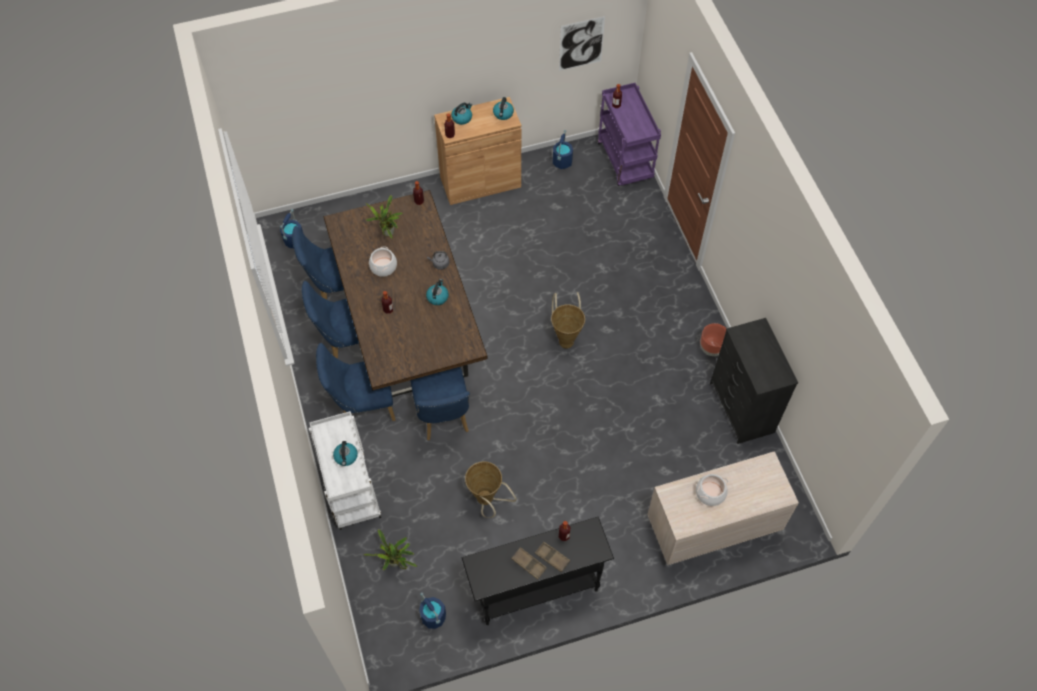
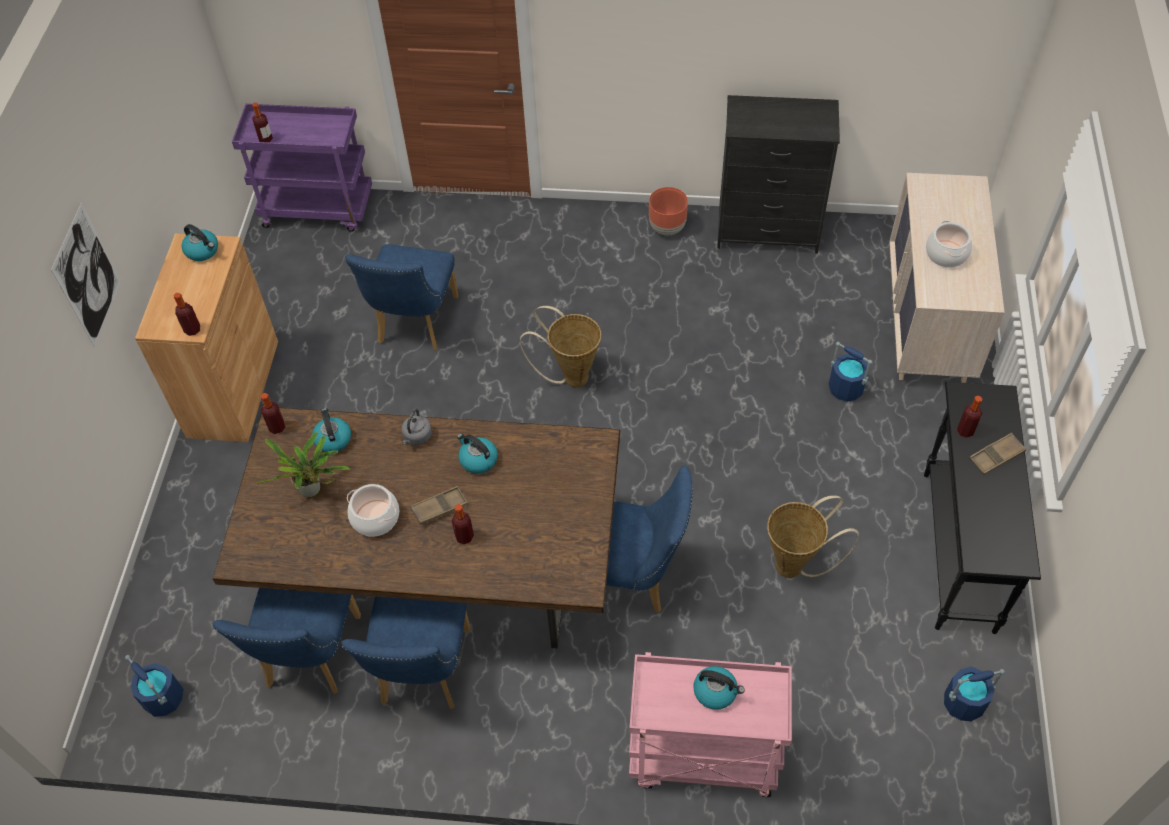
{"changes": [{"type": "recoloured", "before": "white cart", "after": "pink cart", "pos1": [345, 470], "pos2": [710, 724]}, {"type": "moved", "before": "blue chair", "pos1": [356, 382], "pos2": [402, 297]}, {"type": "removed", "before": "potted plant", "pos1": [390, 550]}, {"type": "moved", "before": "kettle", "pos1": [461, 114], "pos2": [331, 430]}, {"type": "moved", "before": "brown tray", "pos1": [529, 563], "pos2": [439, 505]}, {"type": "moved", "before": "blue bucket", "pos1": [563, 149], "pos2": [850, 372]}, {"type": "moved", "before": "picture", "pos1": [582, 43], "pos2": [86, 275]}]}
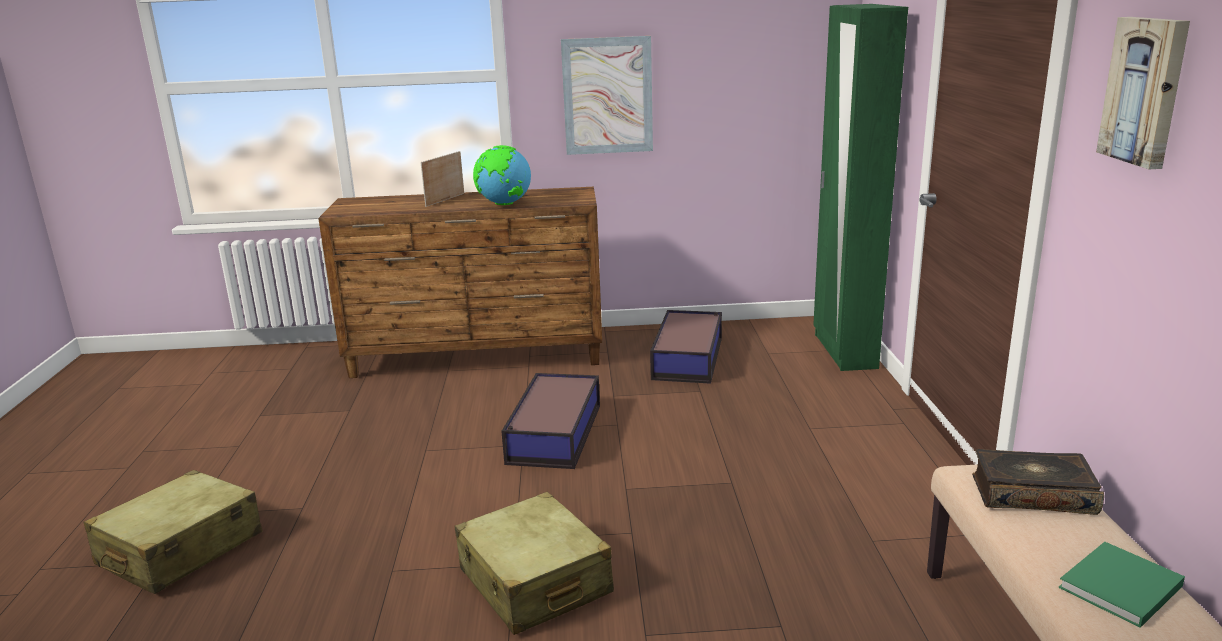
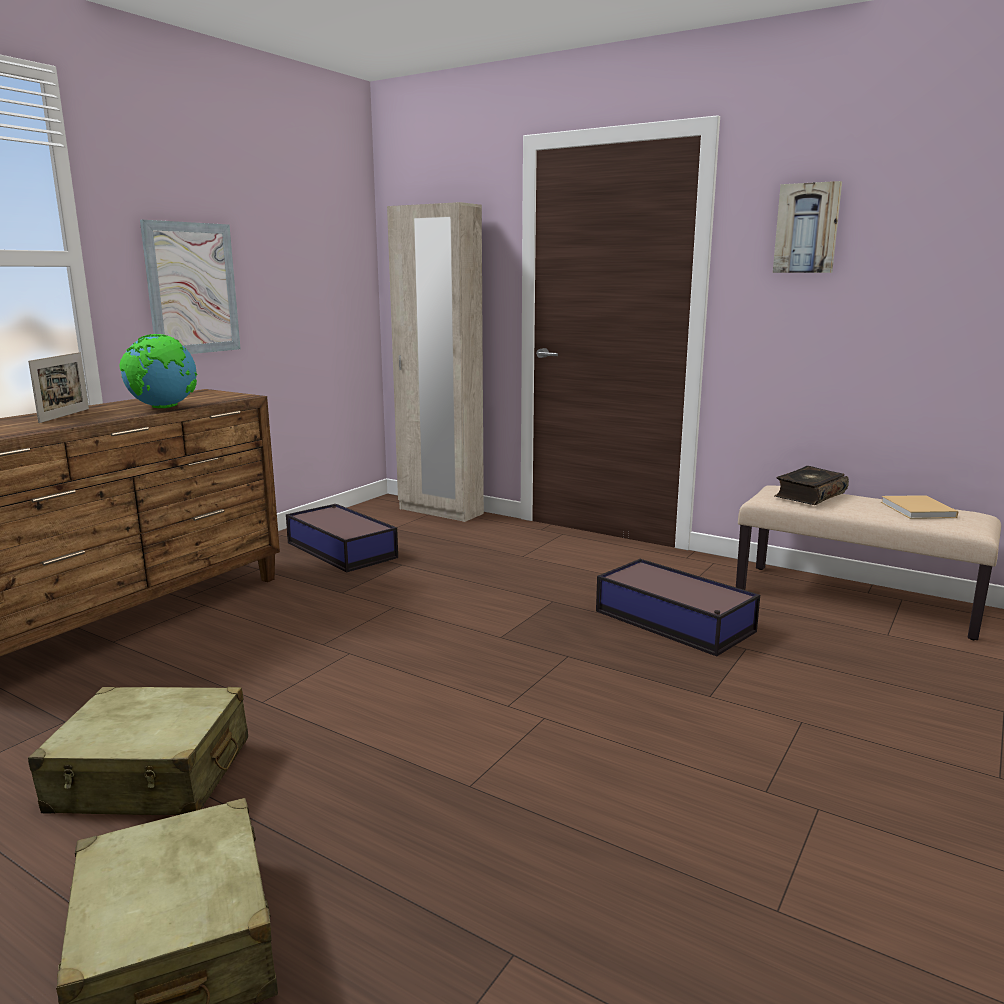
{"changes": [{"type": "turned", "before": "picture frame", "pos1": [442, 179], "pos2": [58, 387], "turn": -150}, {"type": "moved", "before": "beige suitcase", "pos1": [534, 563], "pos2": [138, 751]}, {"type": "moved", "before": "storage box", "pos1": [550, 421], "pos2": [678, 608]}, {"type": "recoloured", "before": "green wardrobe", "after": "beige wardrobe", "pos1": [860, 187], "pos2": [435, 362]}, {"type": "recoloured", "before": "green book", "after": "beige book", "pos1": [1121, 585], "pos2": [919, 507]}]}
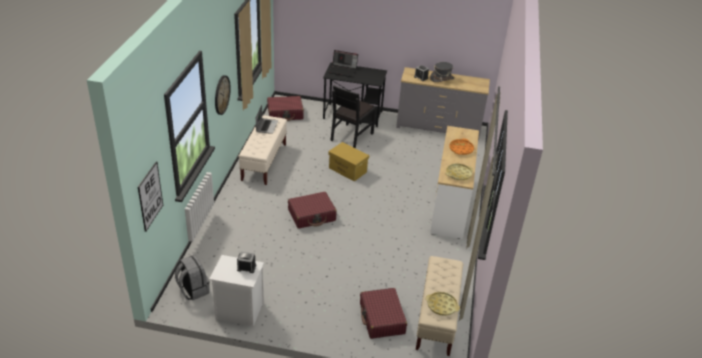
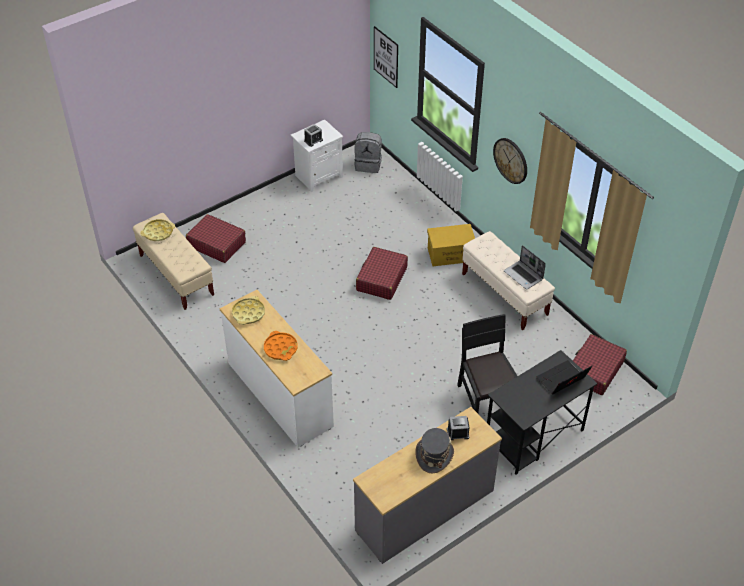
{"changes": [{"type": "moved", "before": "yellow storage box", "pos1": [348, 162], "pos2": [451, 245]}]}
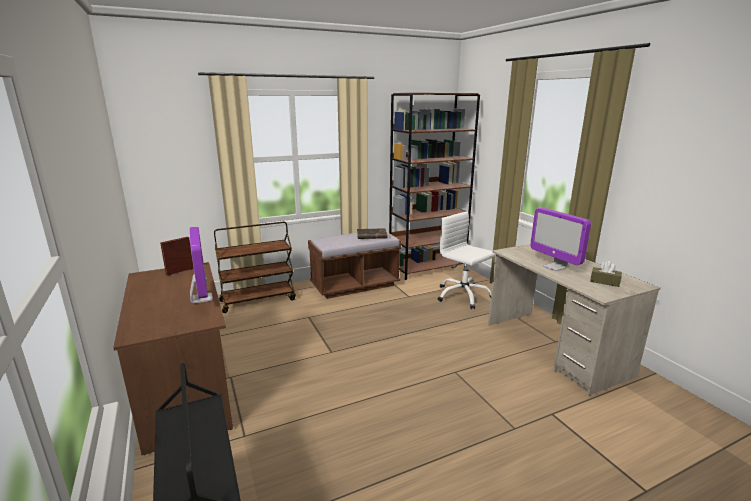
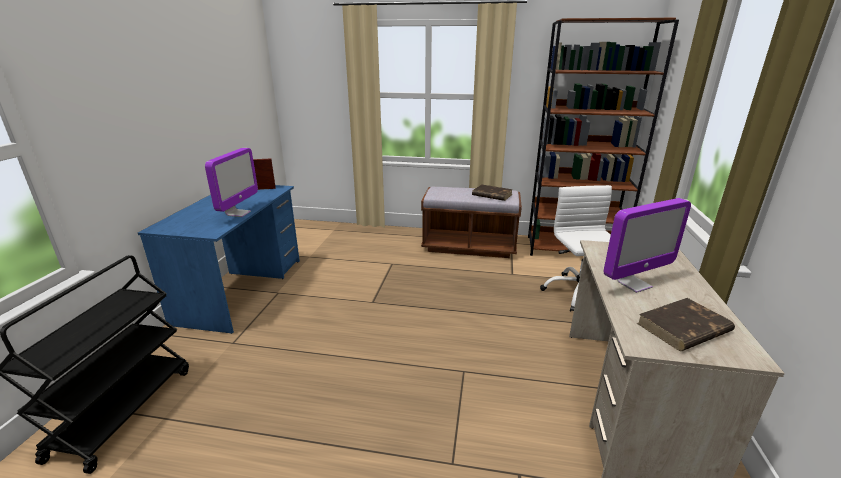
{"changes": [{"type": "recoloured", "before": "brown desk", "after": "blue desk", "pos1": [173, 358], "pos2": [219, 259]}, {"type": "removed", "before": "brown cart", "pos1": [255, 267]}, {"type": "turned", "before": "monitor", "pos1": [560, 239], "pos2": [647, 245], "turn": -120}, {"type": "replaced", "before": "brown tissue box", "after": "brown book", "pos1": [606, 274], "pos2": [686, 324]}]}
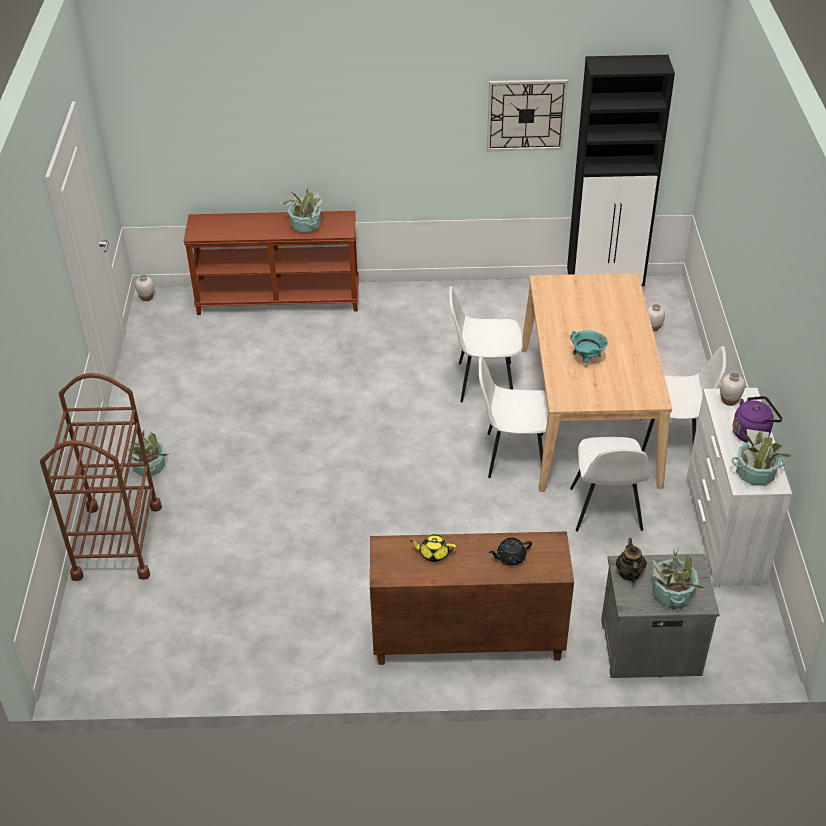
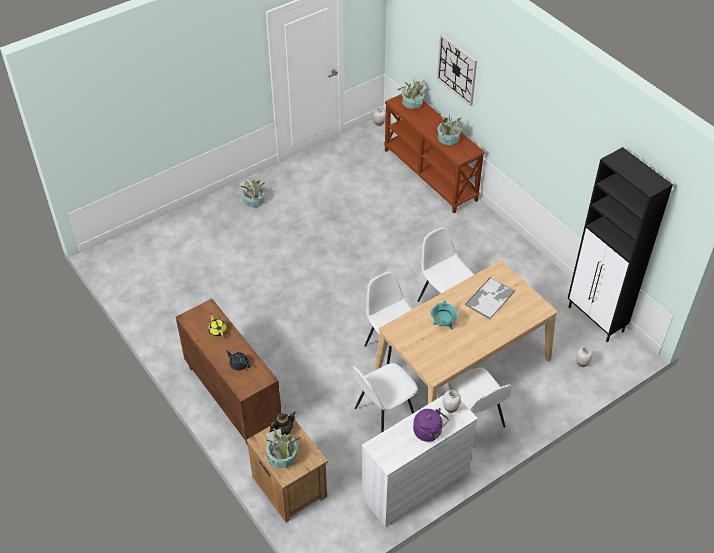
{"changes": [{"type": "removed", "before": "brown cart", "pos1": [101, 477]}, {"type": "moved", "before": "wall clock", "pos1": [527, 115], "pos2": [457, 70]}, {"type": "recoloured", "before": "grey nightstand", "after": "brown nightstand", "pos1": [660, 616], "pos2": [287, 468]}, {"type": "moved", "before": "potted plant", "pos1": [761, 457], "pos2": [411, 94]}, {"type": "added", "after": "tray", "pos2": [490, 298]}]}
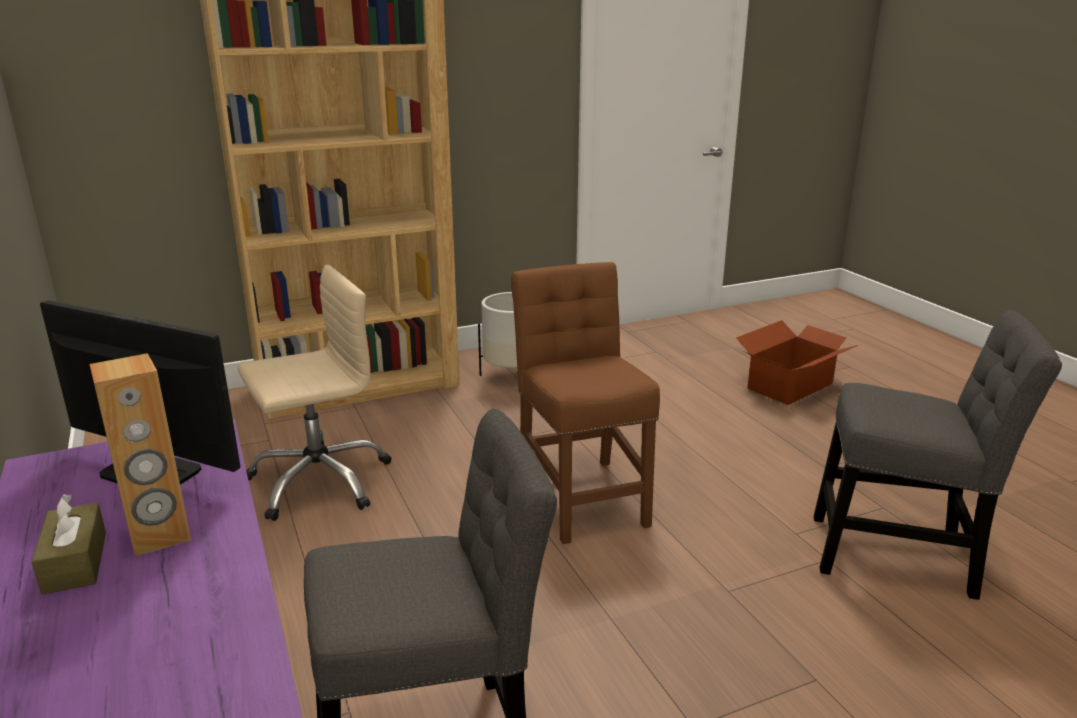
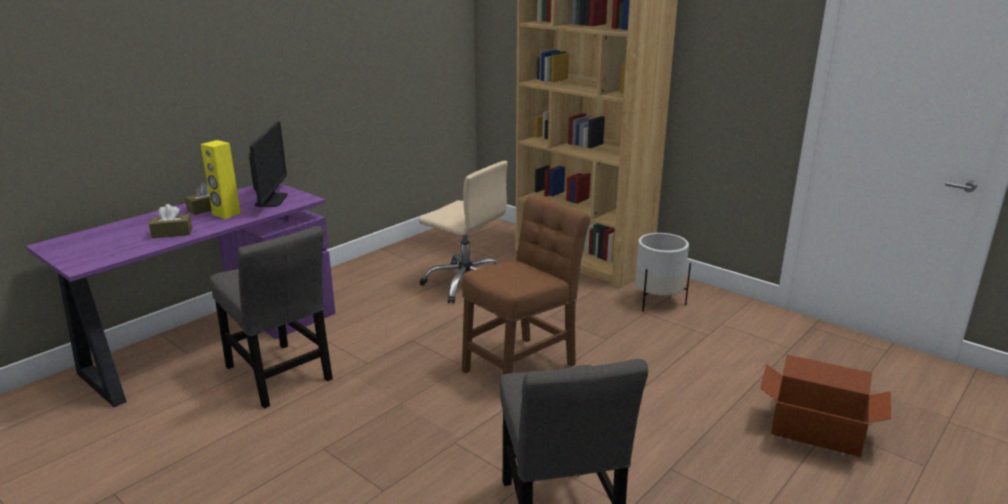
{"changes": [{"type": "recoloured", "before": "brown speaker", "after": "yellow speaker", "pos1": [140, 455], "pos2": [221, 179]}, {"type": "added", "after": "brown tissue box", "pos2": [170, 221]}]}
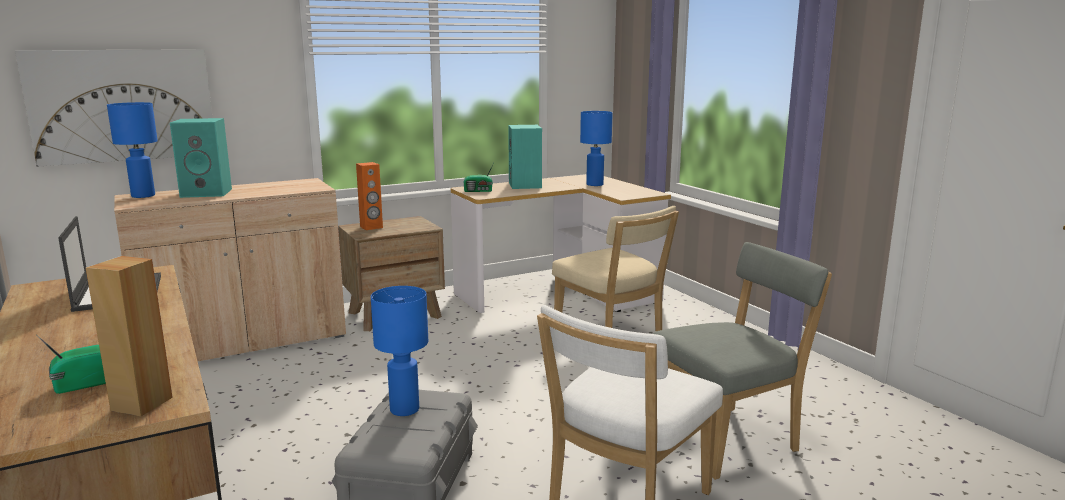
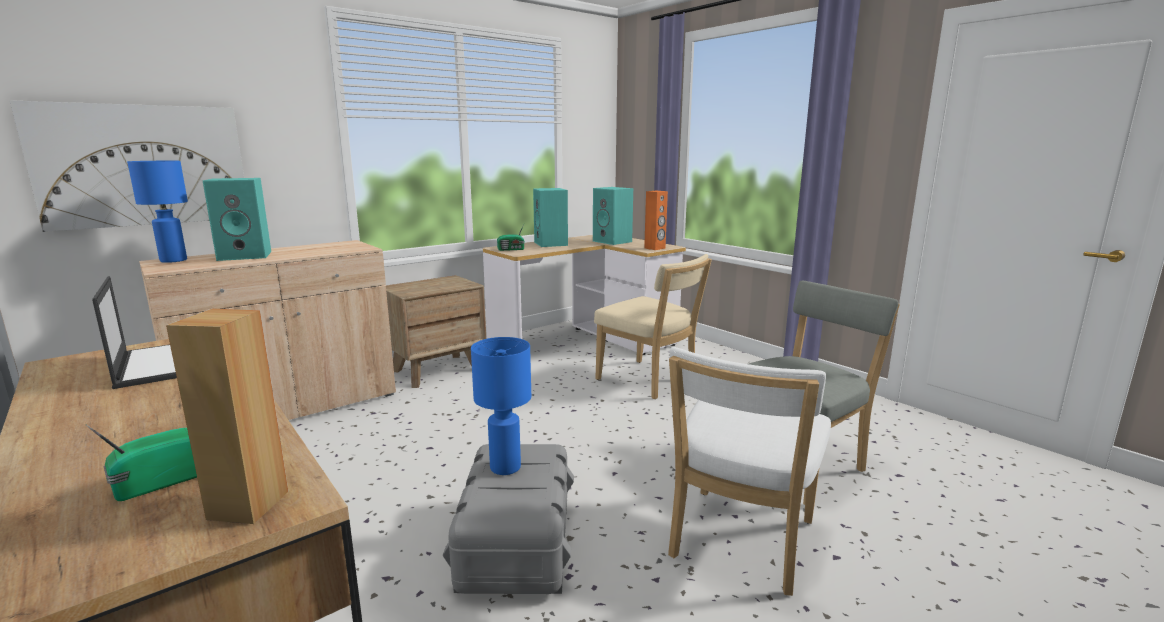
{"changes": [{"type": "moved", "before": "orange speaker", "pos1": [369, 196], "pos2": [656, 220]}, {"type": "replaced", "before": "blue table lamp", "after": "turquoise speaker", "pos1": [596, 148], "pos2": [613, 216]}]}
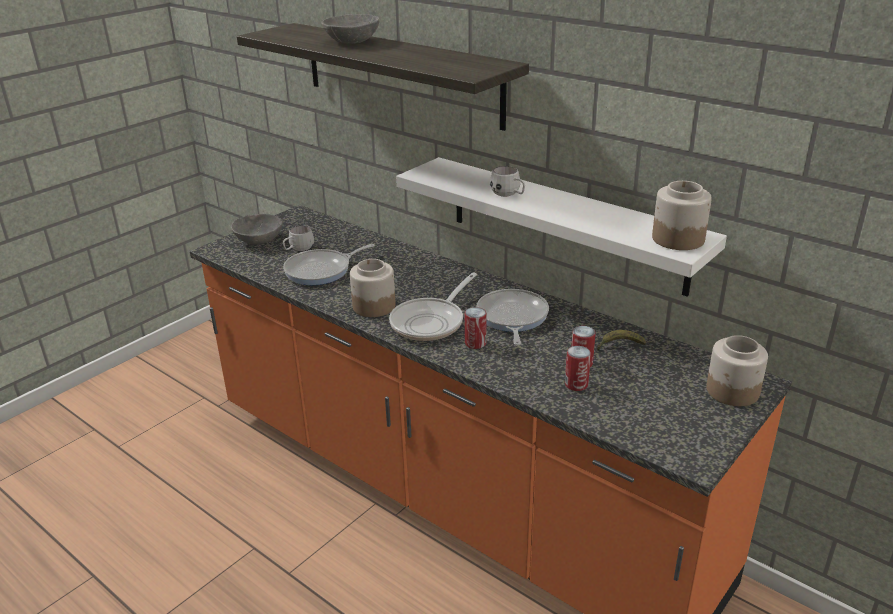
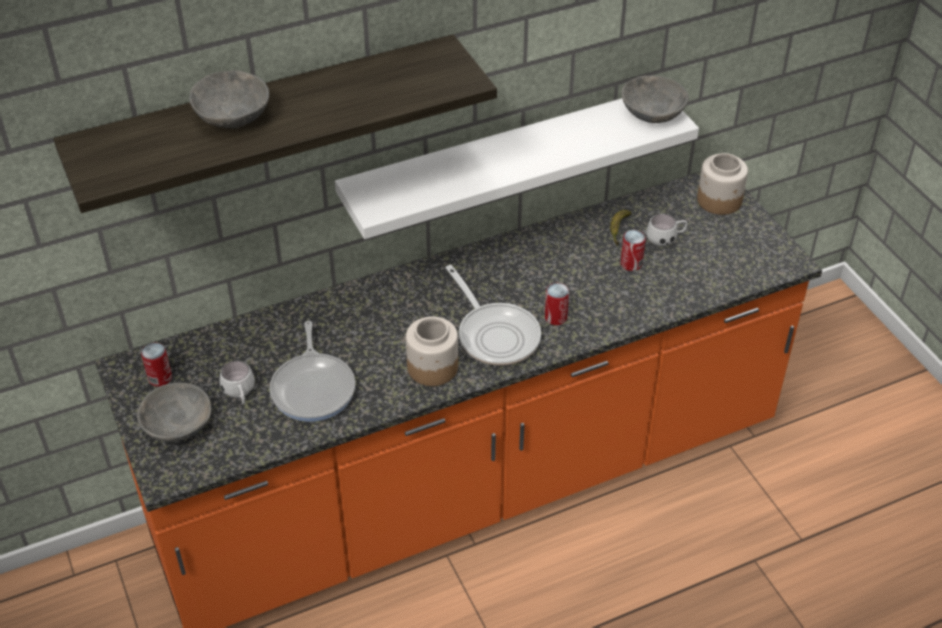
{"changes": [{"type": "removed", "before": "frying pan", "pos1": [512, 317]}, {"type": "moved", "before": "white mug", "pos1": [507, 181], "pos2": [667, 230]}, {"type": "moved", "before": "can", "pos1": [578, 368], "pos2": [156, 365]}, {"type": "replaced", "before": "jar", "after": "grey bowl", "pos1": [682, 215], "pos2": [655, 99]}]}
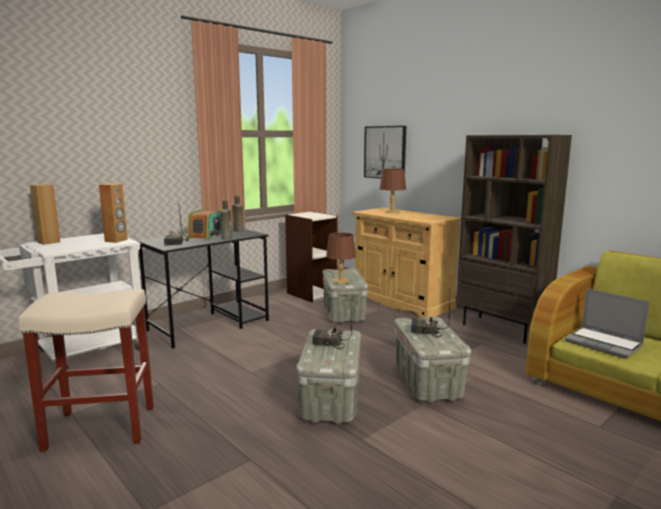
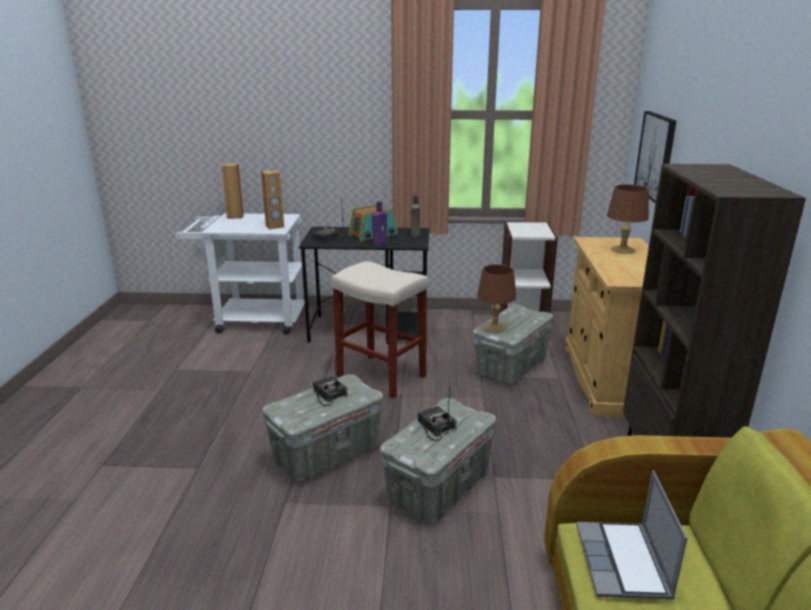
{"changes": [{"type": "moved", "before": "beige stool", "pos1": [86, 370], "pos2": [380, 329]}, {"type": "recoloured", "before": "brown bottle", "after": "purple bottle", "pos1": [226, 220], "pos2": [380, 223]}]}
